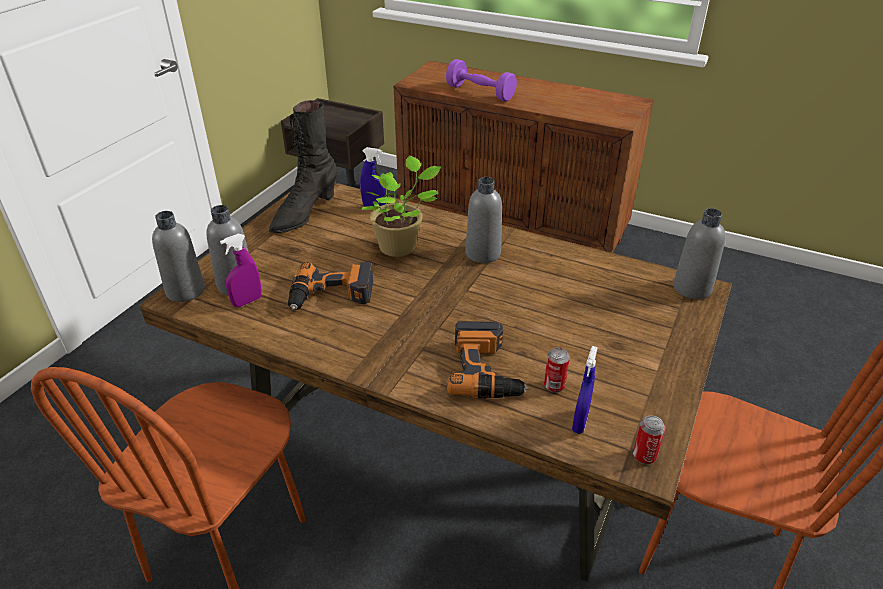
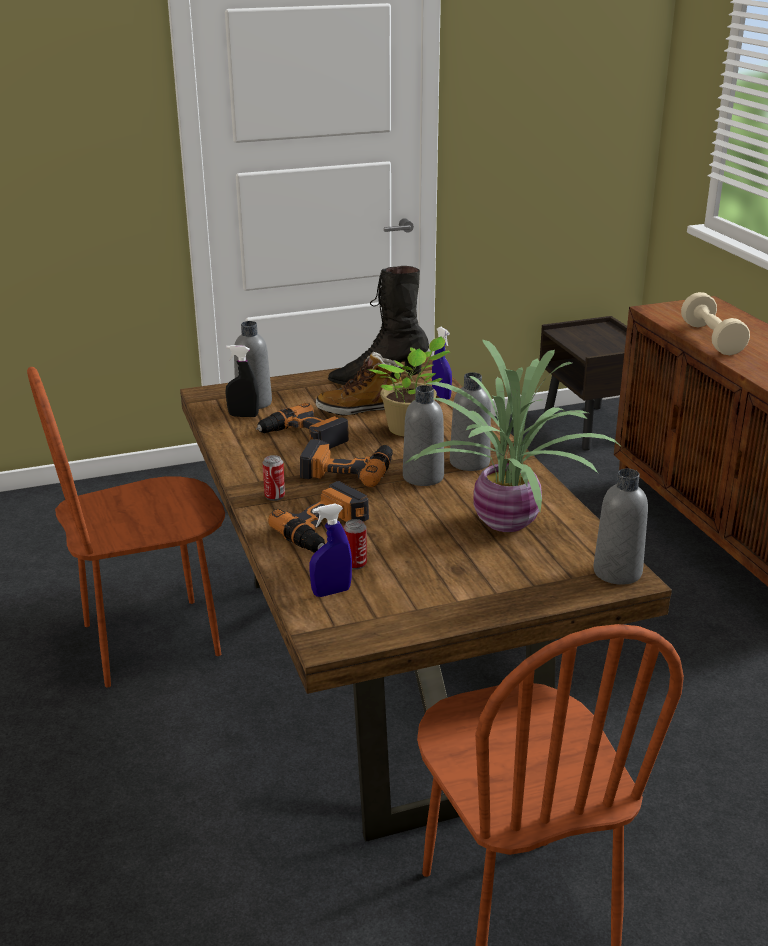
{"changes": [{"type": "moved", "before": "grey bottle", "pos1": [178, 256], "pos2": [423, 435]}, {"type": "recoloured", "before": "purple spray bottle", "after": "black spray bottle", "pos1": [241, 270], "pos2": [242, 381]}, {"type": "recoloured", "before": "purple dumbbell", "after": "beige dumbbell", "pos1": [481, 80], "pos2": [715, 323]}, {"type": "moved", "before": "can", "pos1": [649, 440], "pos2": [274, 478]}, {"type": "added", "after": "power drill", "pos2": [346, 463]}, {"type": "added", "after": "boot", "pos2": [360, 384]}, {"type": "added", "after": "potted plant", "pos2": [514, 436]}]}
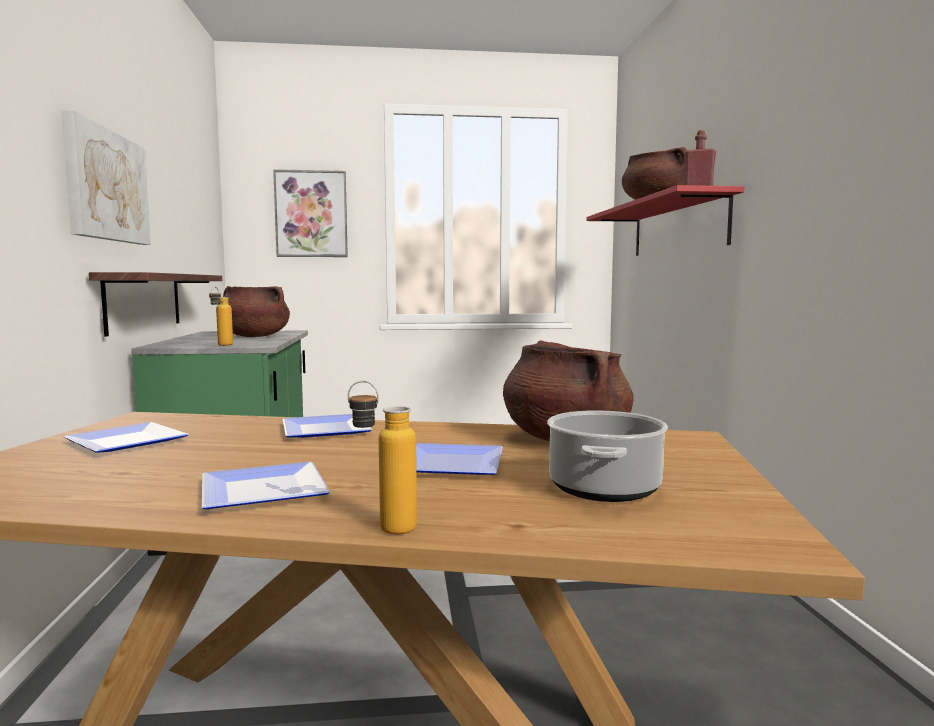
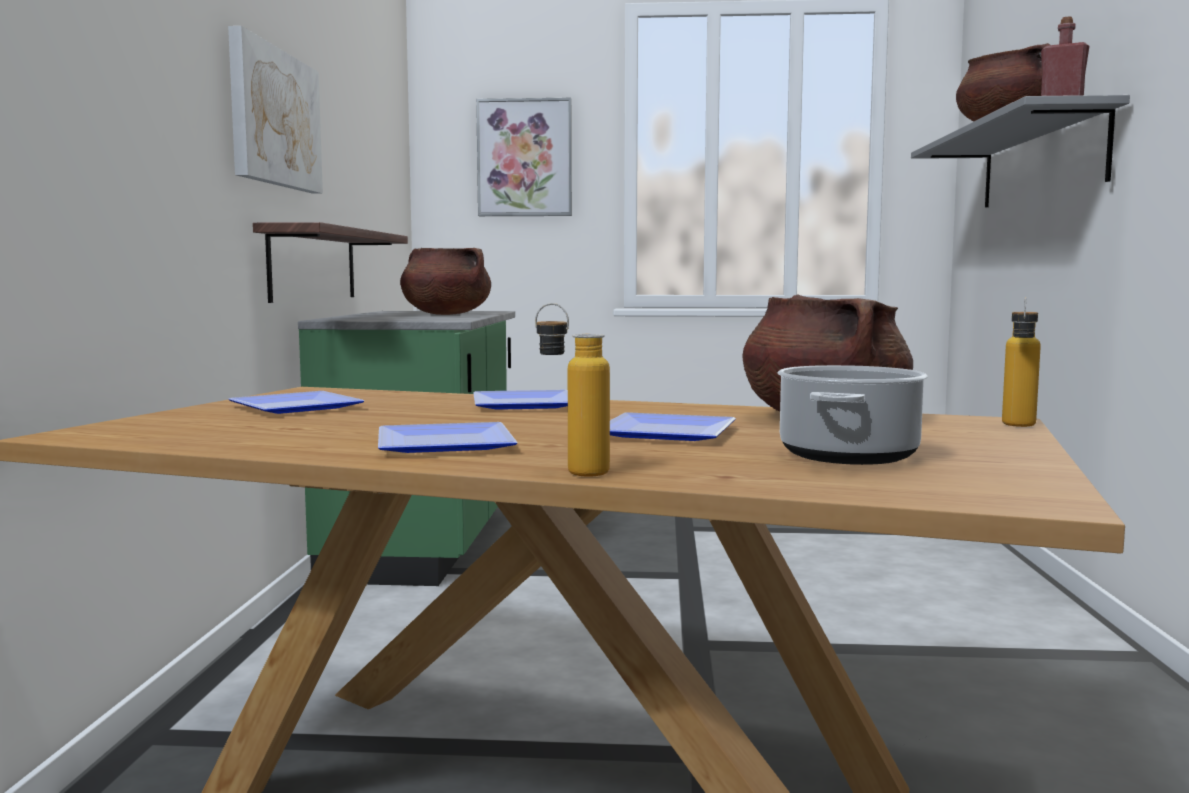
{"changes": [{"type": "moved", "before": "bottle", "pos1": [221, 316], "pos2": [1021, 362]}, {"type": "recoloured", "before": "red shelf", "after": "grey shelf", "pos1": [665, 220], "pos2": [1020, 151]}]}
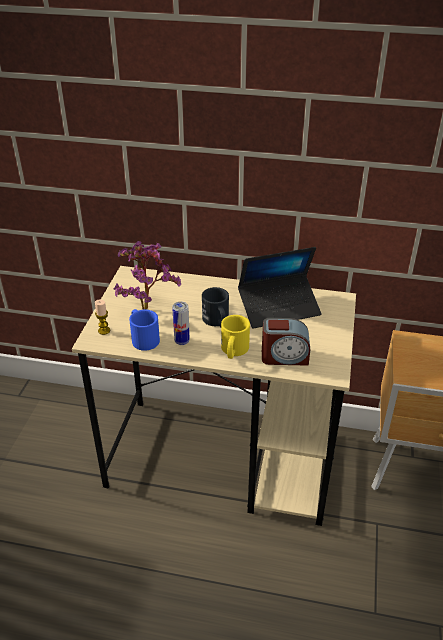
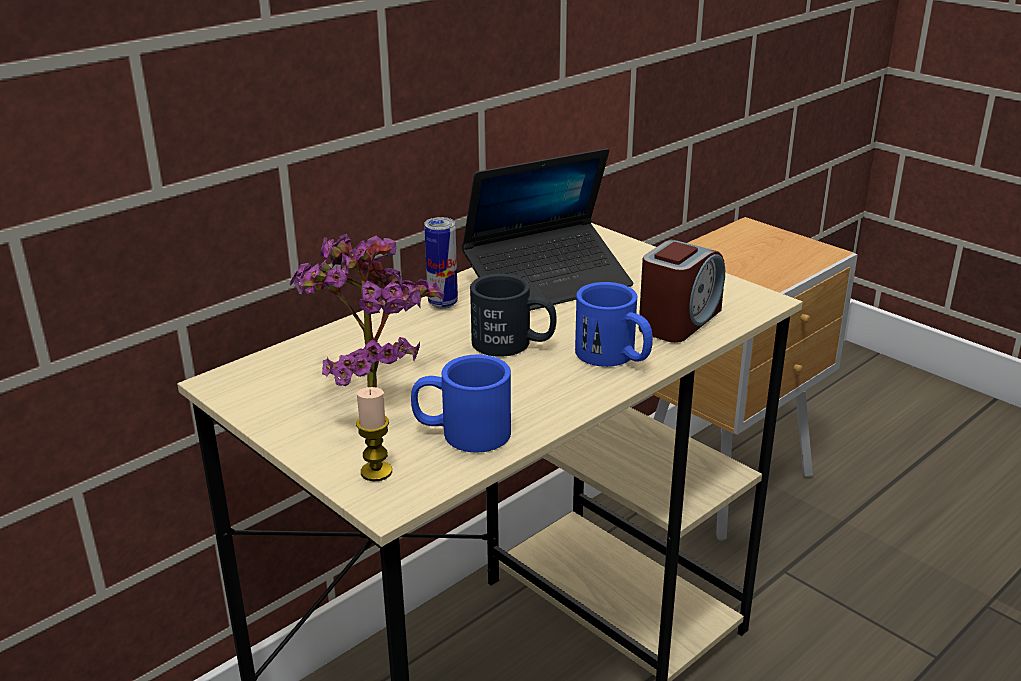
{"changes": [{"type": "moved", "before": "can", "pos1": [181, 323], "pos2": [441, 263]}, {"type": "recoloured", "before": "yellow mug", "after": "blue mug", "pos1": [235, 337], "pos2": [614, 324]}, {"type": "turned", "before": "laptop", "pos1": [280, 288], "pos2": [547, 229], "turn": 45}]}
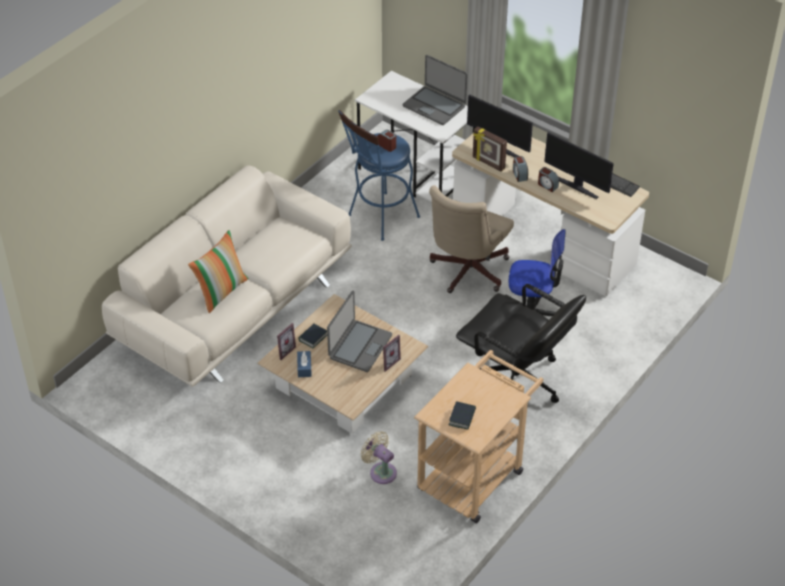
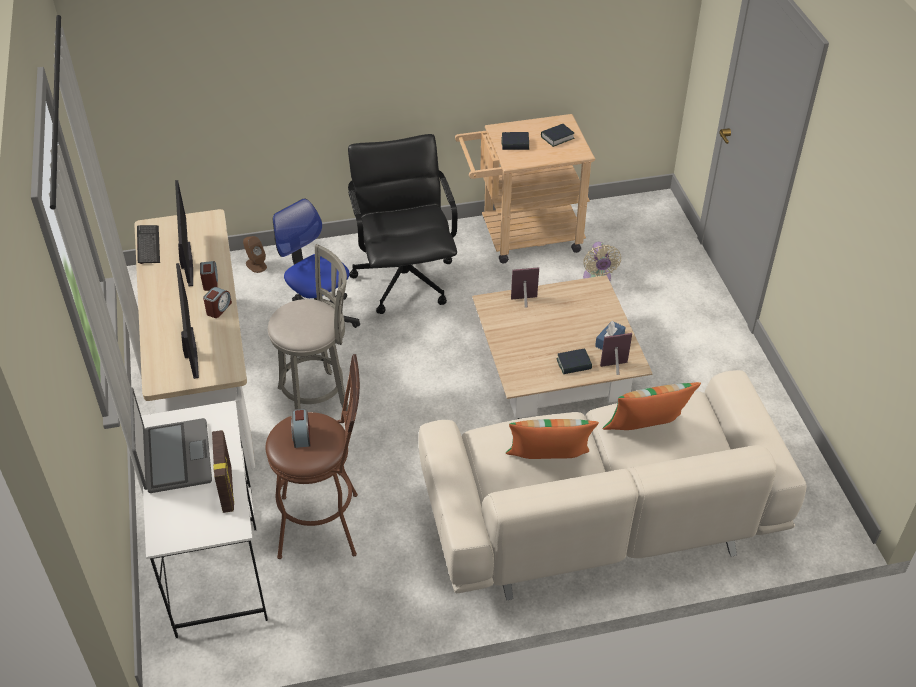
{"changes": [{"type": "removed", "before": "laptop", "pos1": [359, 331]}, {"type": "recoloured", "before": "blue stool", "after": "brown stool", "pos1": [379, 175], "pos2": [312, 456]}, {"type": "replaced", "before": "beige office chair", "after": "grey stool", "pos1": [471, 239], "pos2": [308, 328]}, {"type": "moved", "before": "picture frame", "pos1": [490, 149], "pos2": [223, 471]}, {"type": "added", "after": "brown speaker", "pos2": [255, 254]}, {"type": "added", "after": "book", "pos2": [515, 141]}, {"type": "added", "after": "pillow", "pos2": [552, 439]}]}
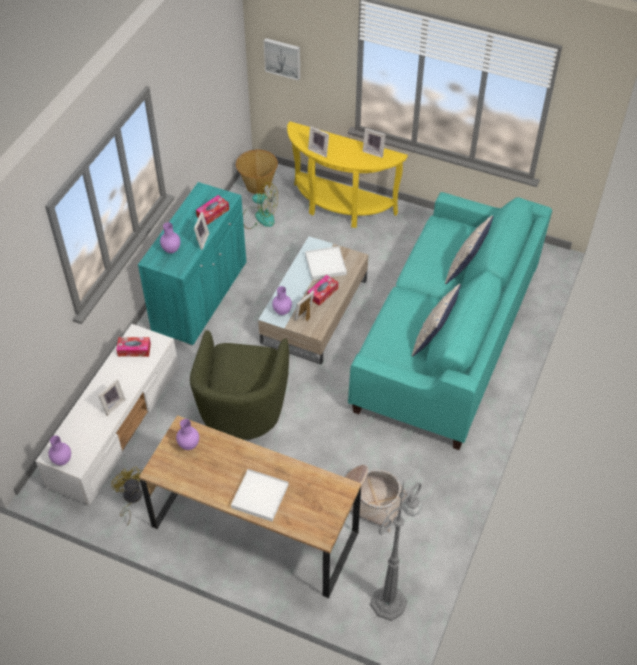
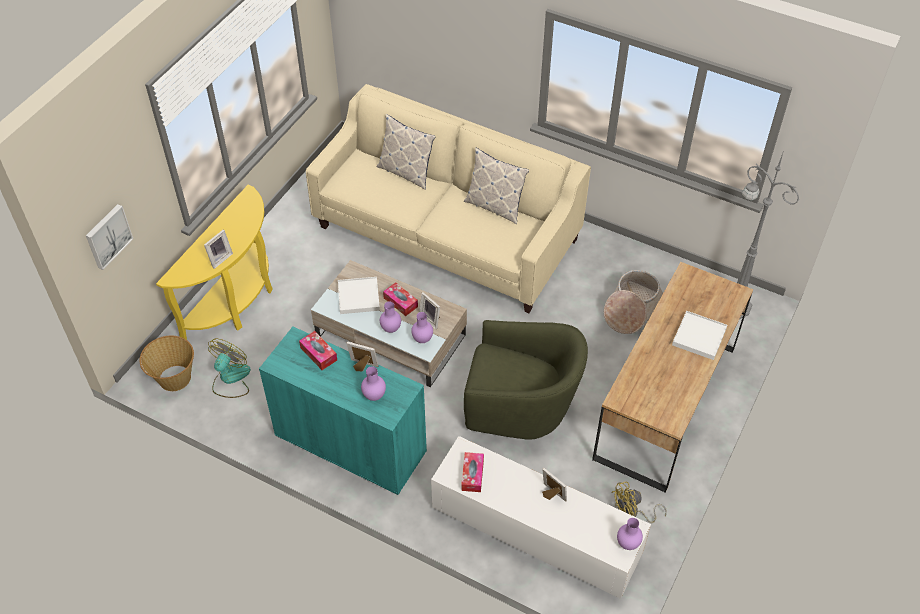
{"changes": [{"type": "moved", "before": "purple vase", "pos1": [187, 434], "pos2": [390, 317]}, {"type": "recoloured", "before": "turquoise sofa", "after": "beige sofa", "pos1": [450, 321], "pos2": [448, 198]}, {"type": "removed", "before": "picture frame", "pos1": [374, 143]}]}
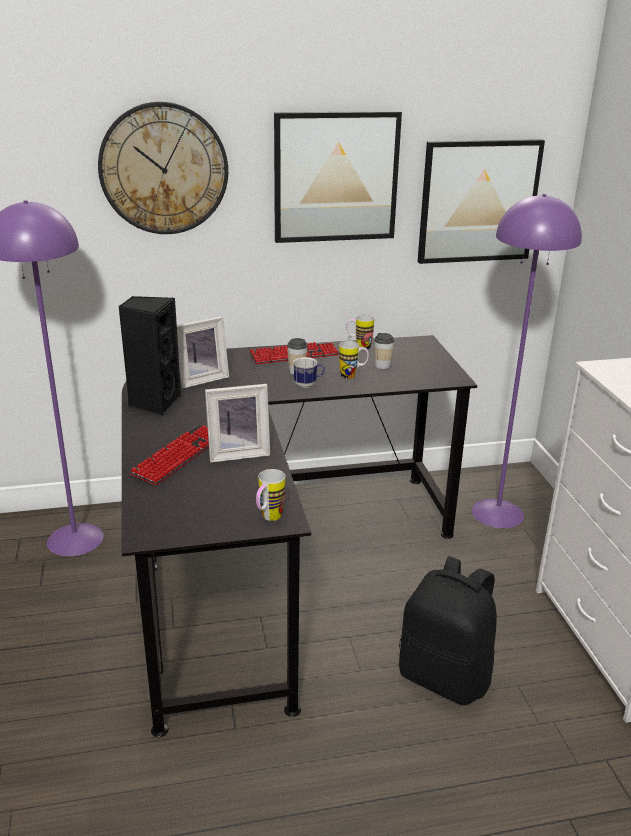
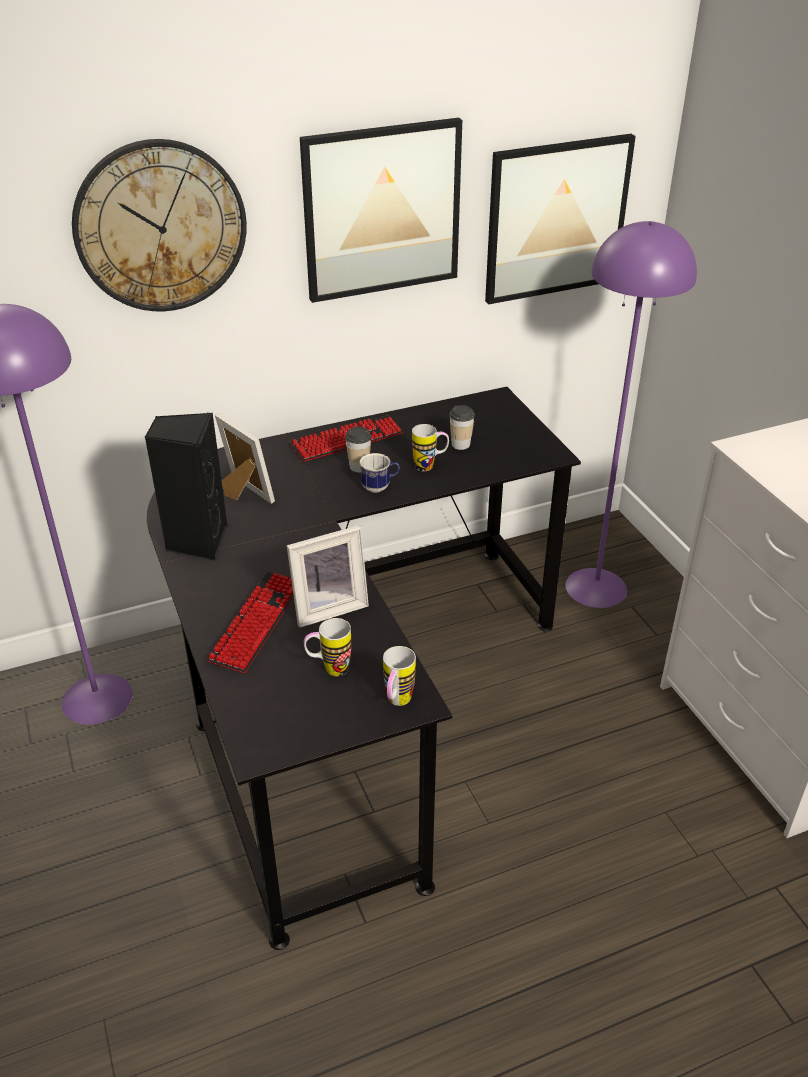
{"changes": [{"type": "turned", "before": "picture frame", "pos1": [203, 352], "pos2": [245, 458], "turn": -90}, {"type": "moved", "before": "mug", "pos1": [360, 332], "pos2": [327, 647]}, {"type": "removed", "before": "black backpack", "pos1": [448, 630]}]}
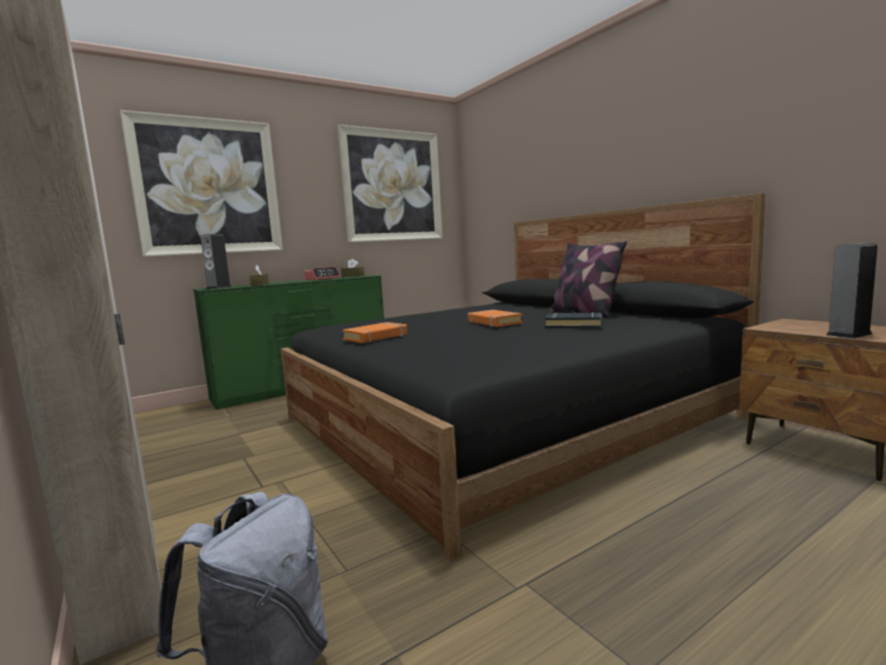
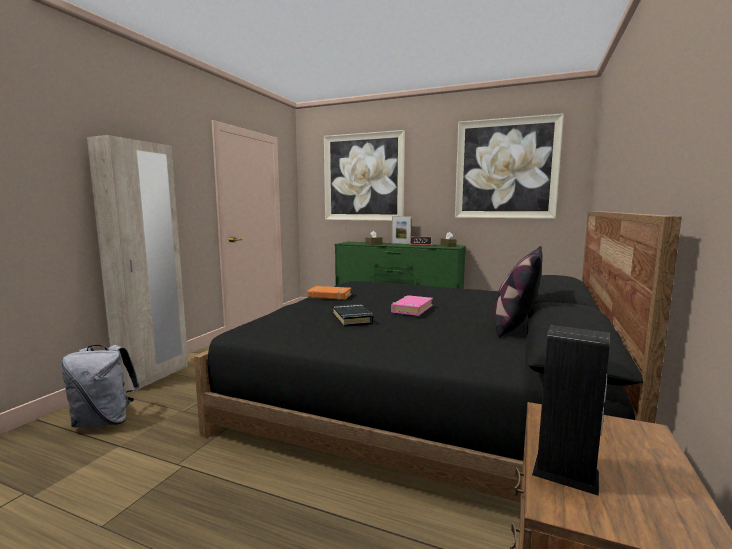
{"changes": [{"type": "removed", "before": "speaker", "pos1": [216, 261]}, {"type": "recoloured", "before": "orange book", "after": "pink book", "pos1": [495, 318], "pos2": [412, 305]}, {"type": "moved", "before": "black book", "pos1": [573, 320], "pos2": [353, 315]}, {"type": "added", "after": "picture frame", "pos2": [401, 230]}]}
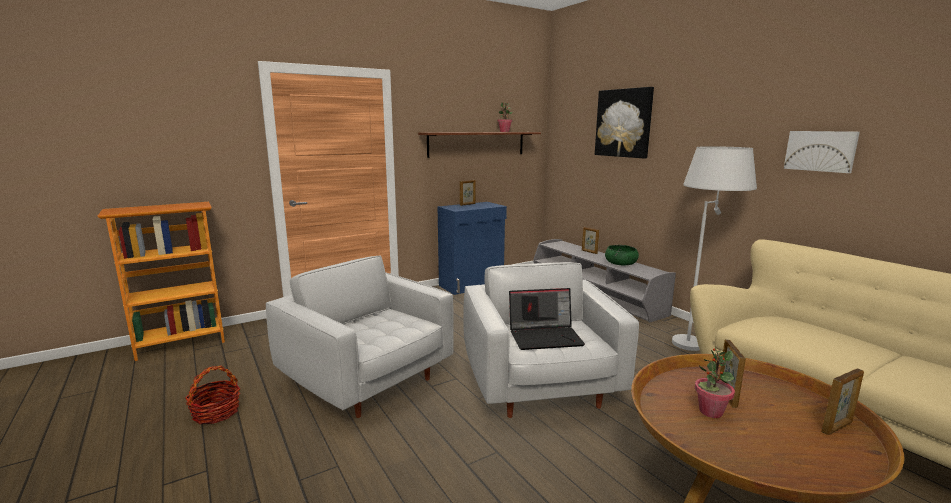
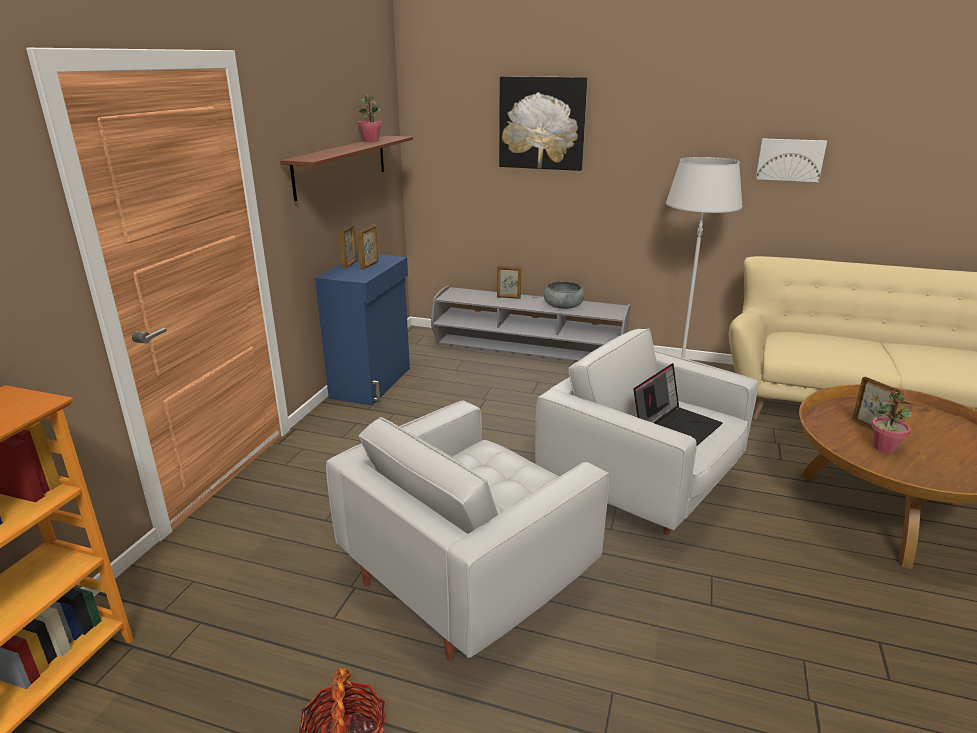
{"changes": [{"type": "turned", "before": "white armchair", "pos1": [360, 337], "pos2": [467, 530], "turn": -45}, {"type": "recoloured", "before": "green bowl", "after": "grey bowl", "pos1": [622, 255], "pos2": [564, 295]}, {"type": "moved", "before": "picture frame", "pos1": [842, 401], "pos2": [367, 247]}]}
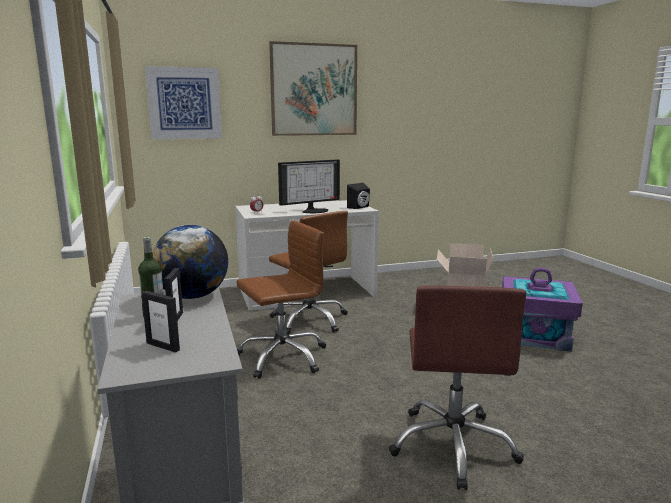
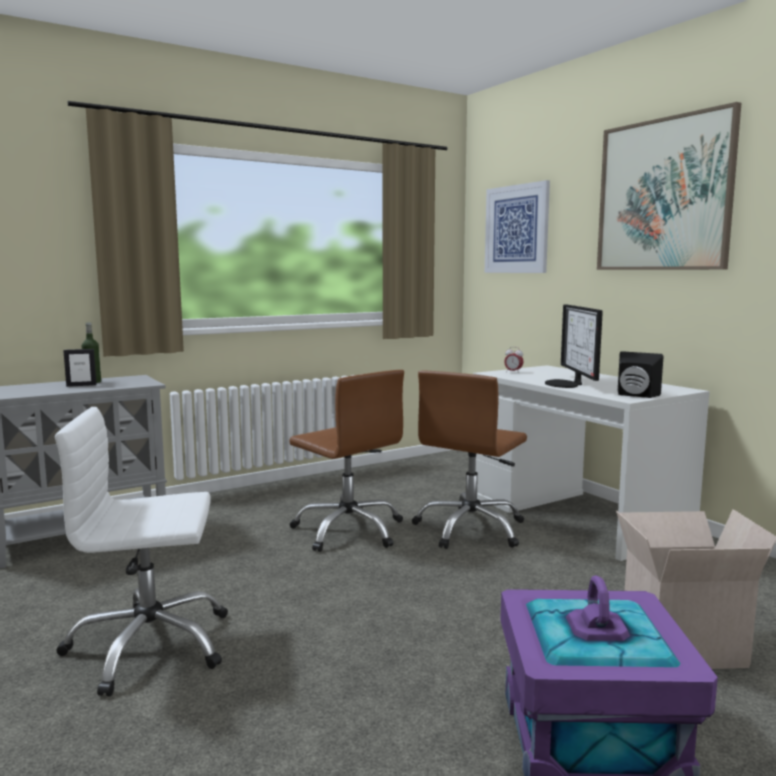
{"changes": [{"type": "removed", "before": "picture frame", "pos1": [160, 321]}, {"type": "removed", "before": "globe", "pos1": [190, 262]}, {"type": "turned", "before": "monitor", "pos1": [309, 186], "pos2": [574, 346], "turn": 45}, {"type": "recoloured", "before": "brown office chair", "after": "white office chair", "pos1": [457, 388], "pos2": [141, 551]}]}
